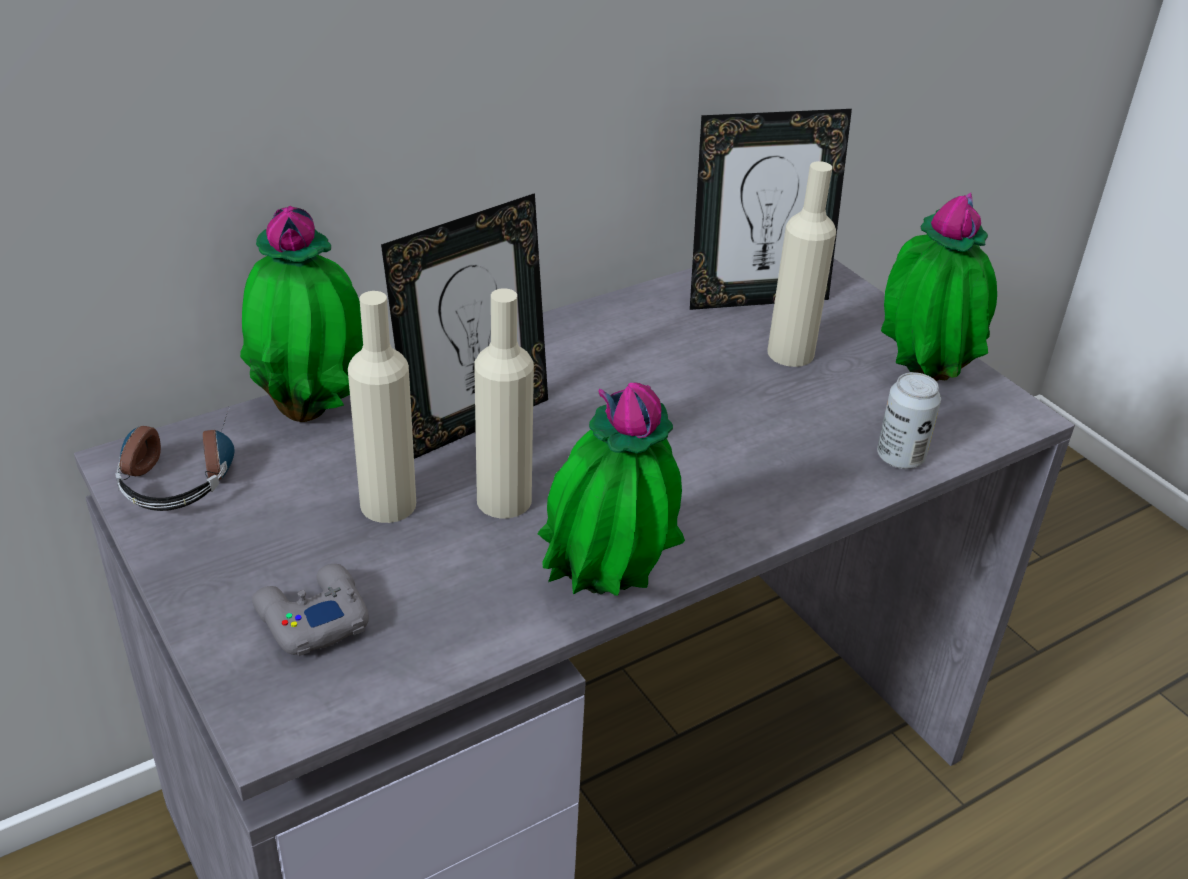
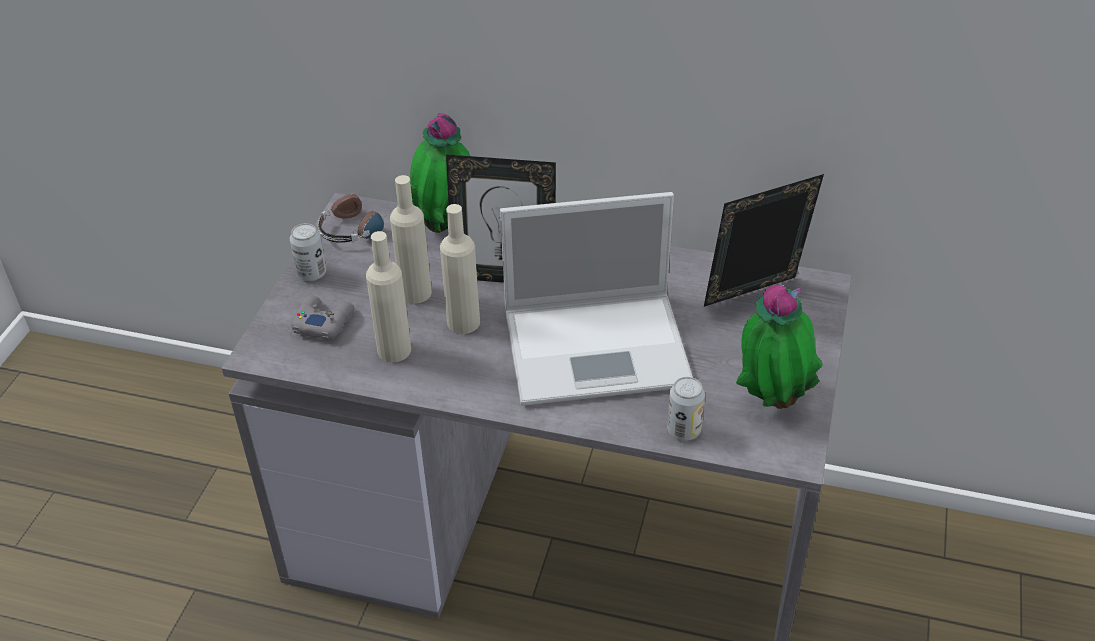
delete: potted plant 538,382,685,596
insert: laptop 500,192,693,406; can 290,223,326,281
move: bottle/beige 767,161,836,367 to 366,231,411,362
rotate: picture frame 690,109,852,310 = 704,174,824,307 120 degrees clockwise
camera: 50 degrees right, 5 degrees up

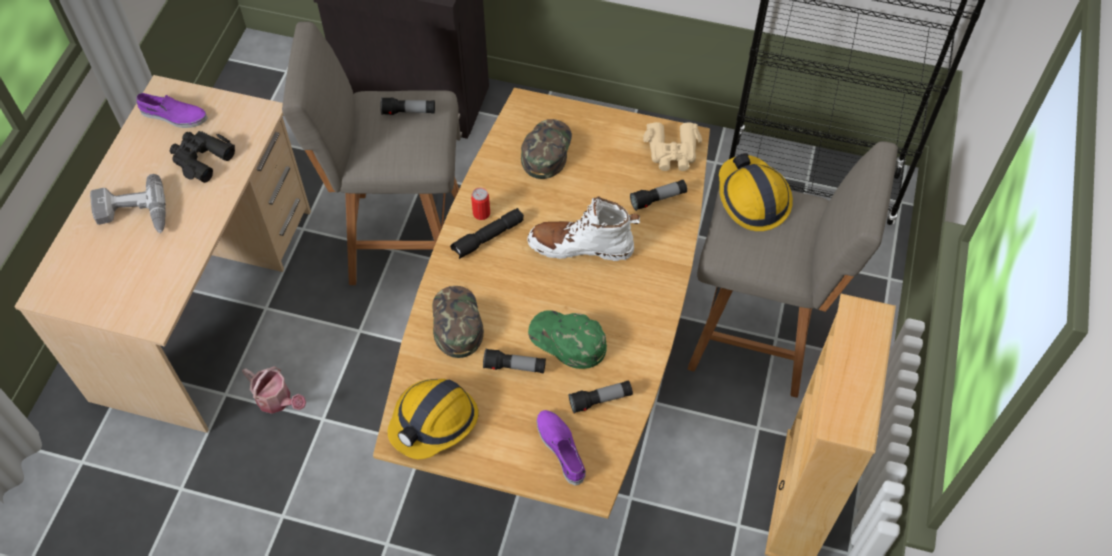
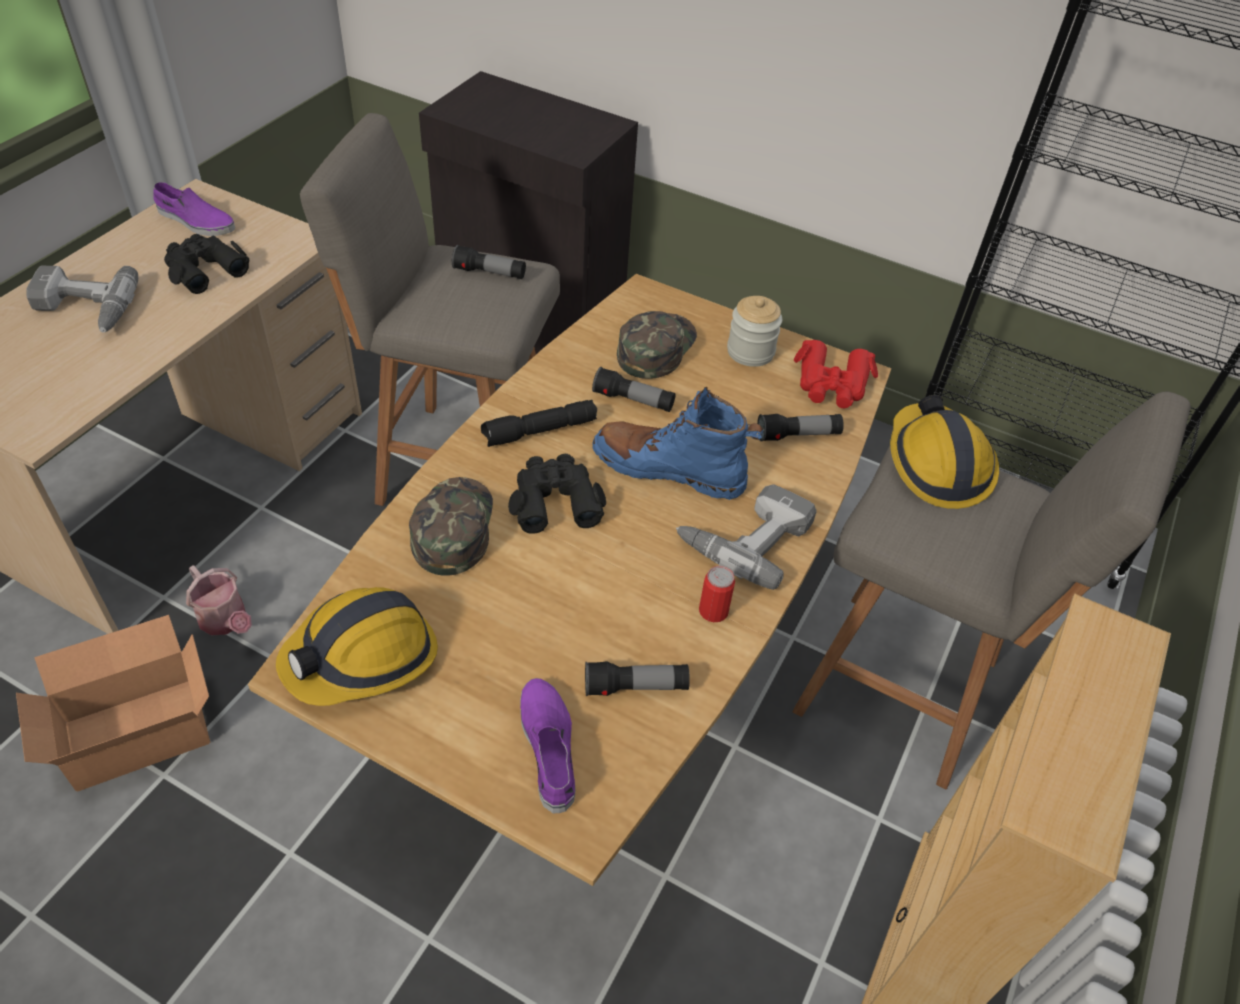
delete: cap/green 528,310,607,369
insert: jar 727,296,782,367; binoculars/black 508,454,606,534; power drill 676,484,817,590; cardboard box 16,615,210,791
move: can 471,188,490,220 to 699,566,735,622; flashlight 483,348,546,374 to 592,367,675,412
recolor: binoculars/beige 643,122,702,171 to binoculars/red 794,340,878,408; boot/white 527,196,640,261 to boot/blue 592,387,763,500
camera: 10 degrees right, 10 degrees down

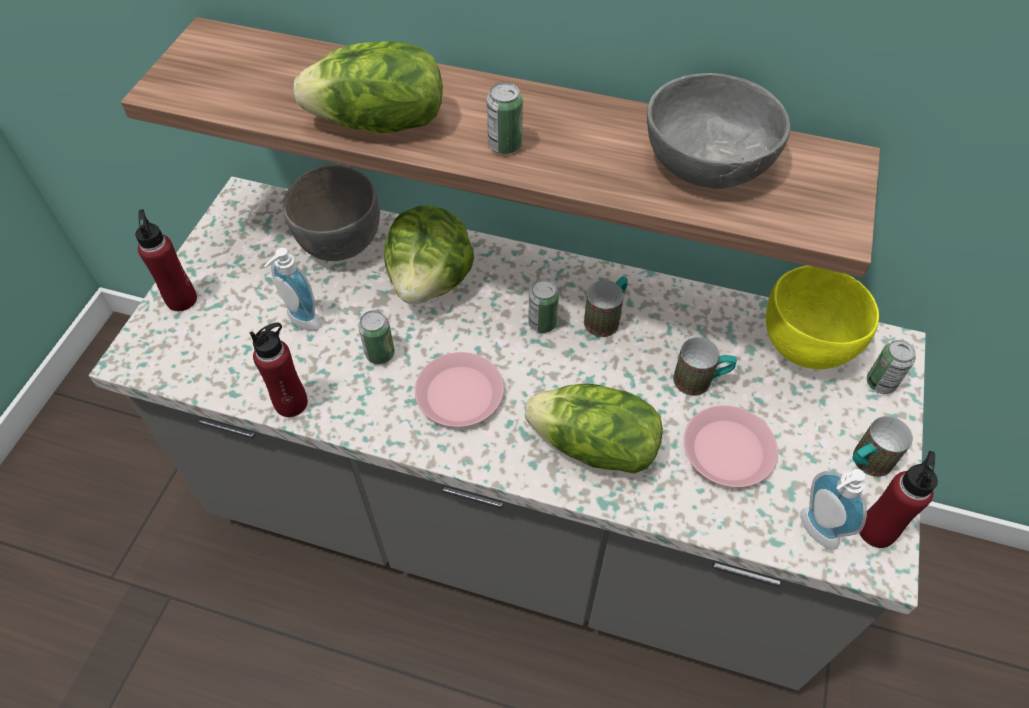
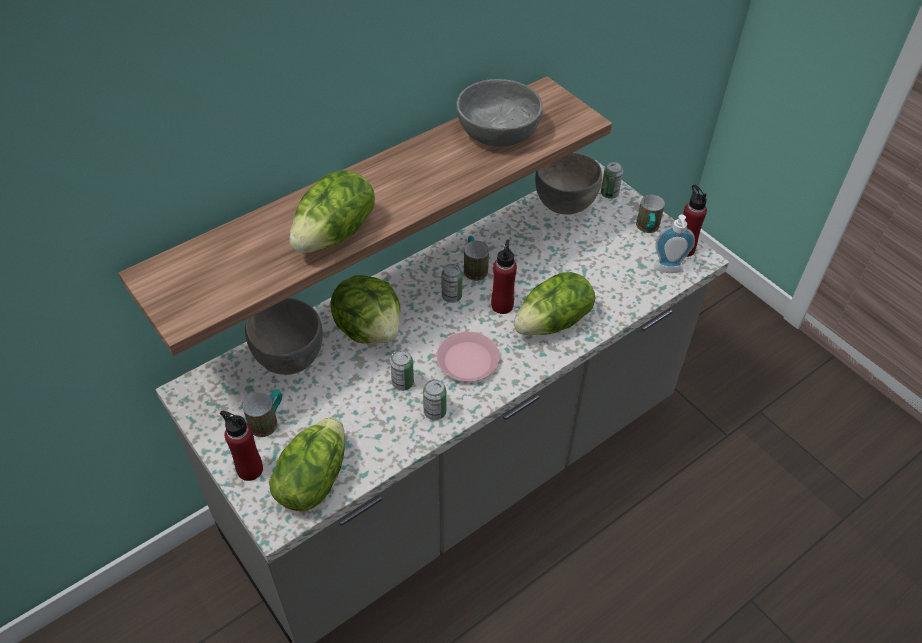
delete: soap dispenser 264,248,321,331; plate/pink 684,405,778,487
insert: lettuce 269,417,345,512
move: can 487,82,523,154 to 423,379,446,420; bottle/red 250,323,308,417 to 491,240,517,314; mug 673,337,737,396 to 243,389,282,437
recolor: bowl/yellow 766,266,879,369 to bowl/grey 535,152,602,215
camera: 55 degrees left, 5 degrees down

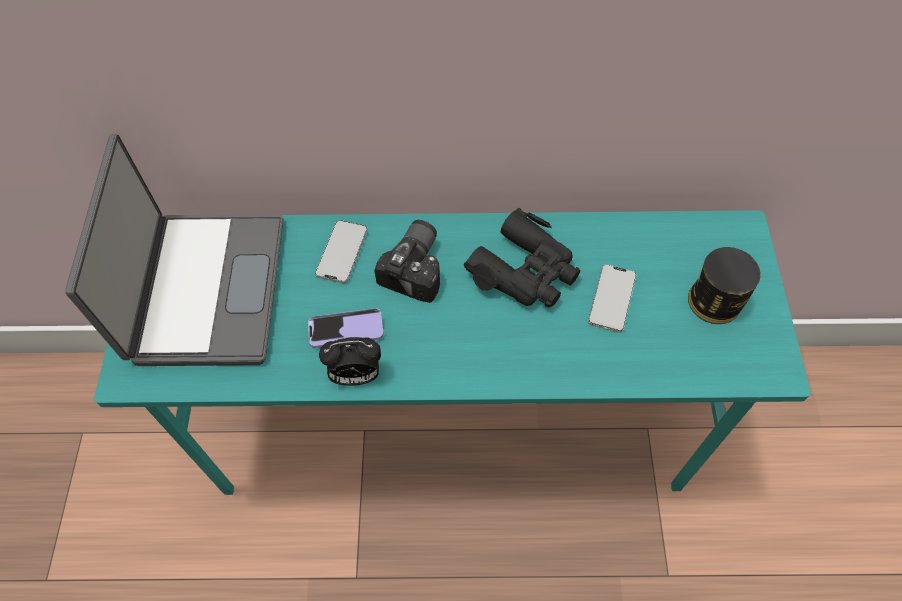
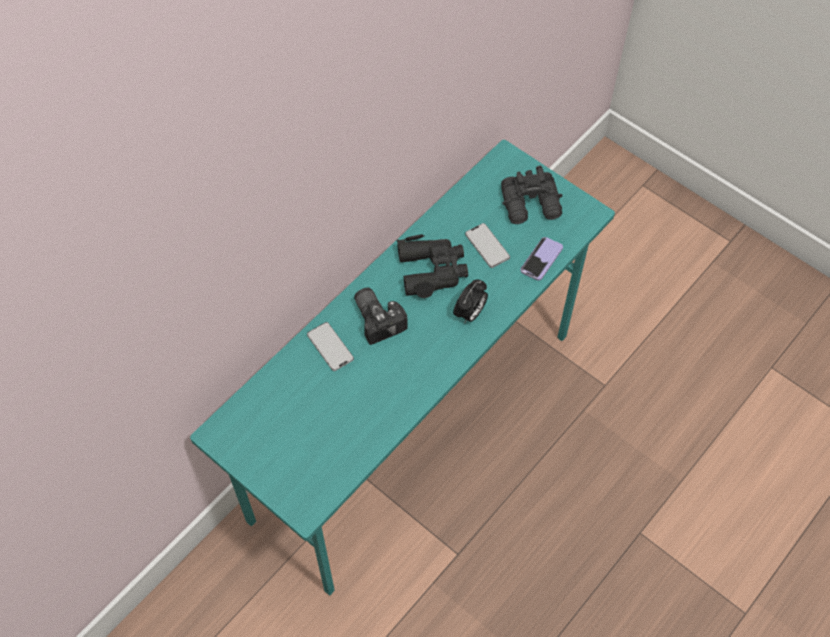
delete: laptop 65,134,283,366
move: phone 308,308,384,348 to 520,237,563,281; alarm clock 319,337,381,386 to 453,279,488,324
replace: can 688,247,761,324 to binoculars/black 501,166,563,224
camera: 50 degrees left, 0 degrees up

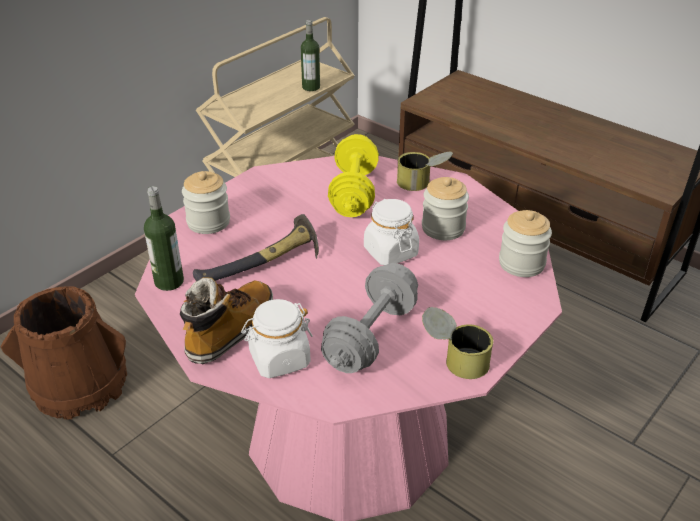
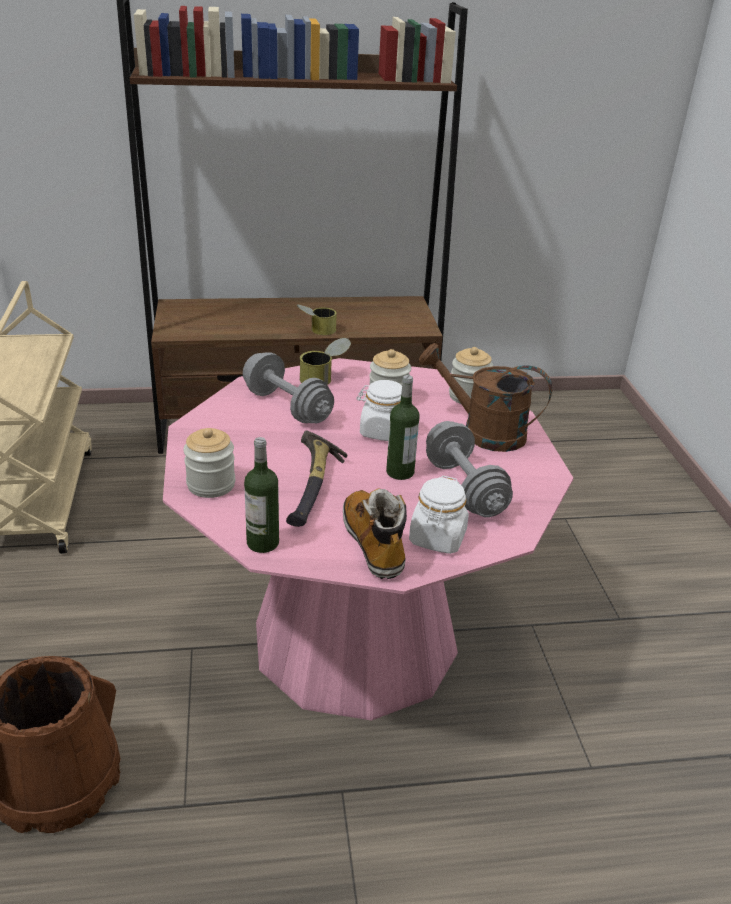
insert: watering can/brown 419,343,552,452
move: bottle 301,20,320,91 to 386,375,420,480; can 422,307,493,379 to 297,304,337,335
recolor: dumbbell/yellow 328,134,379,217 to dumbbell/grey 243,352,334,423
camera: 50 degrees left, 5 degrees down

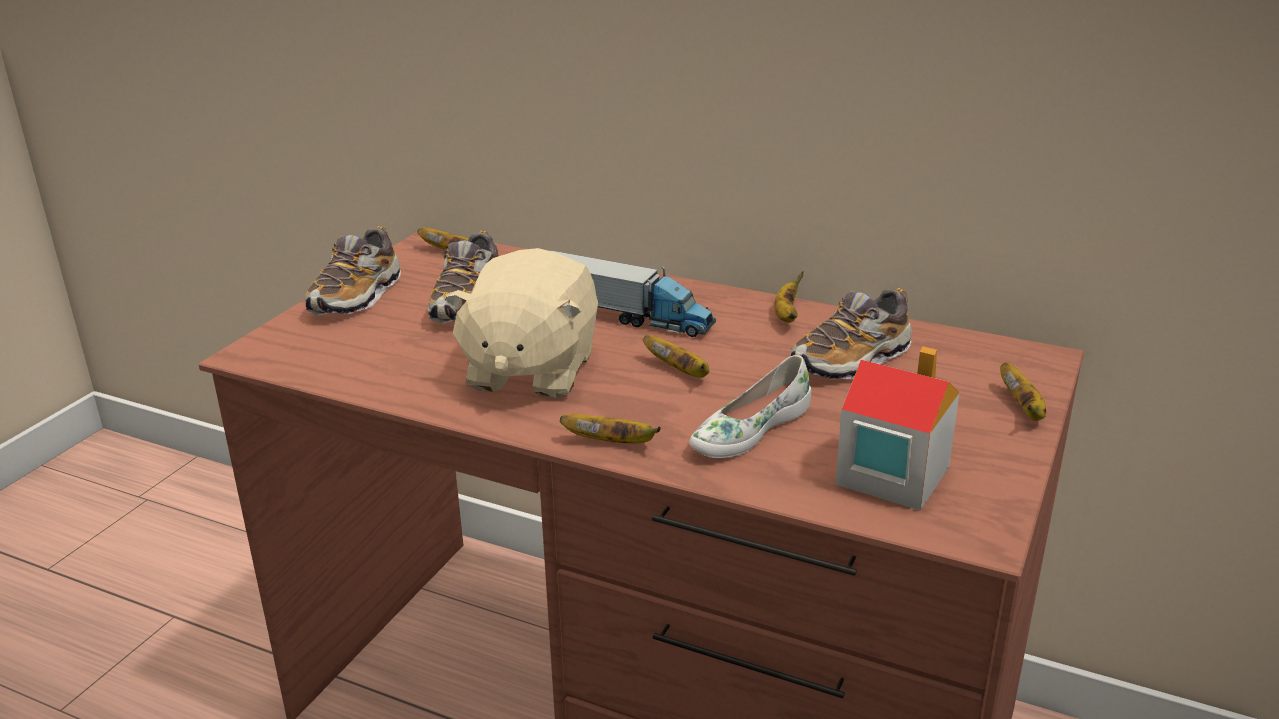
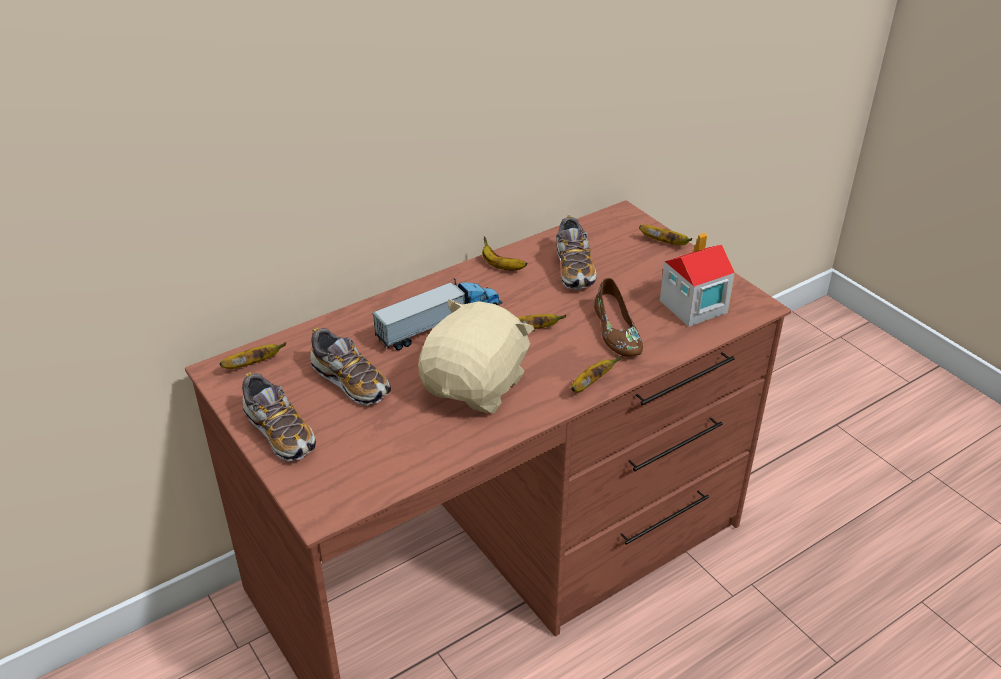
recolor: shoe/white 689,355,811,458 to shoe/brown 594,278,643,357
rotate: plush toy/beige 444,248,598,398 = 418,299,534,413 105 degrees counterclockwise
camera: 60 degrees left, 10 degrees up

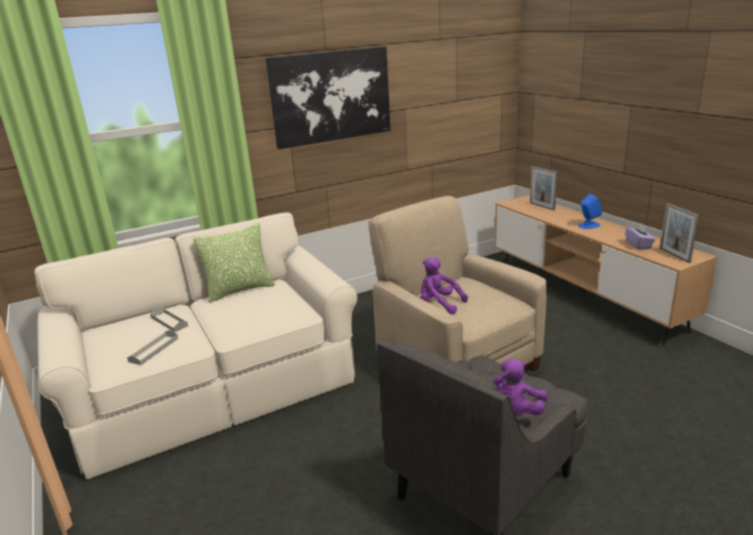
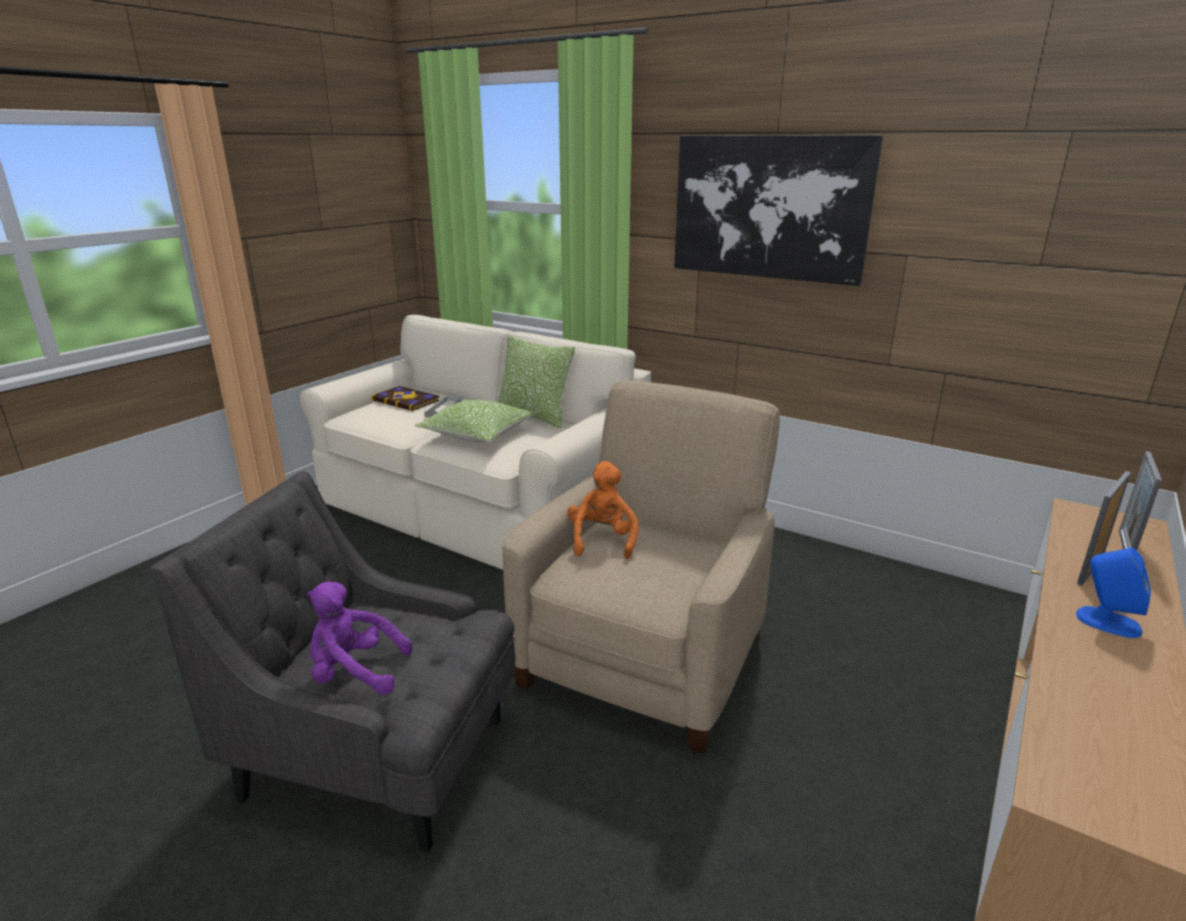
delete: tissue box/purple 625,223,655,250; tray/grey 127,330,178,365
insert: book 371,386,439,411; pillow 415,400,536,443
move: picture frame 660,203,699,263 to 1077,471,1131,586
recolor: plush toy/purple 420,257,468,314 to plush toy/orange 568,461,638,559
camera: 60 degrees right, 0 degrees up

